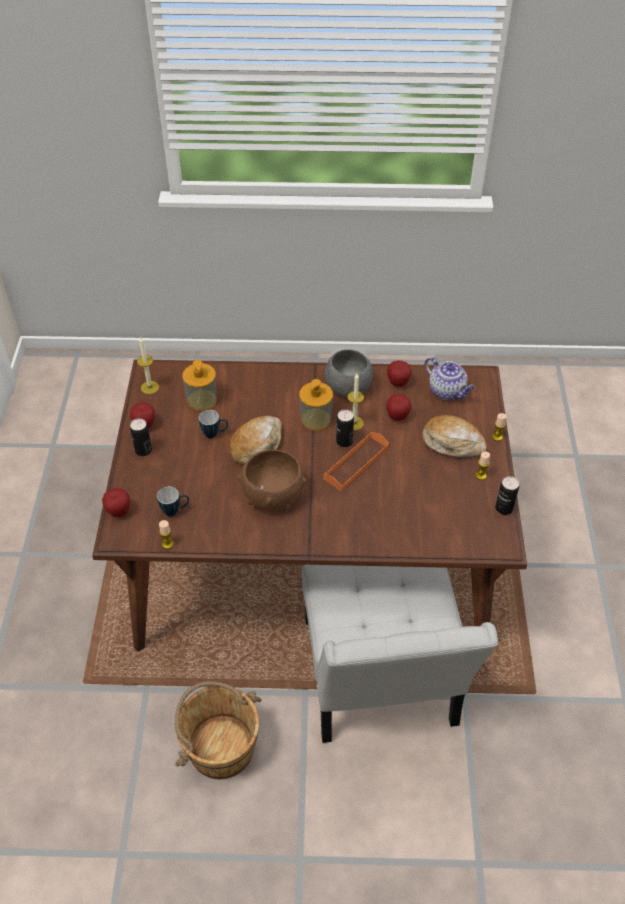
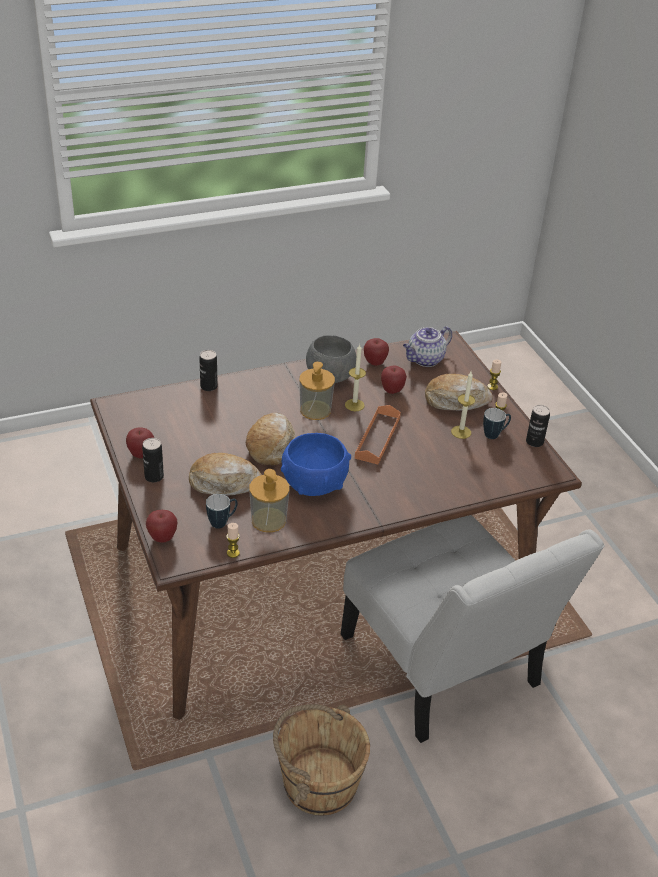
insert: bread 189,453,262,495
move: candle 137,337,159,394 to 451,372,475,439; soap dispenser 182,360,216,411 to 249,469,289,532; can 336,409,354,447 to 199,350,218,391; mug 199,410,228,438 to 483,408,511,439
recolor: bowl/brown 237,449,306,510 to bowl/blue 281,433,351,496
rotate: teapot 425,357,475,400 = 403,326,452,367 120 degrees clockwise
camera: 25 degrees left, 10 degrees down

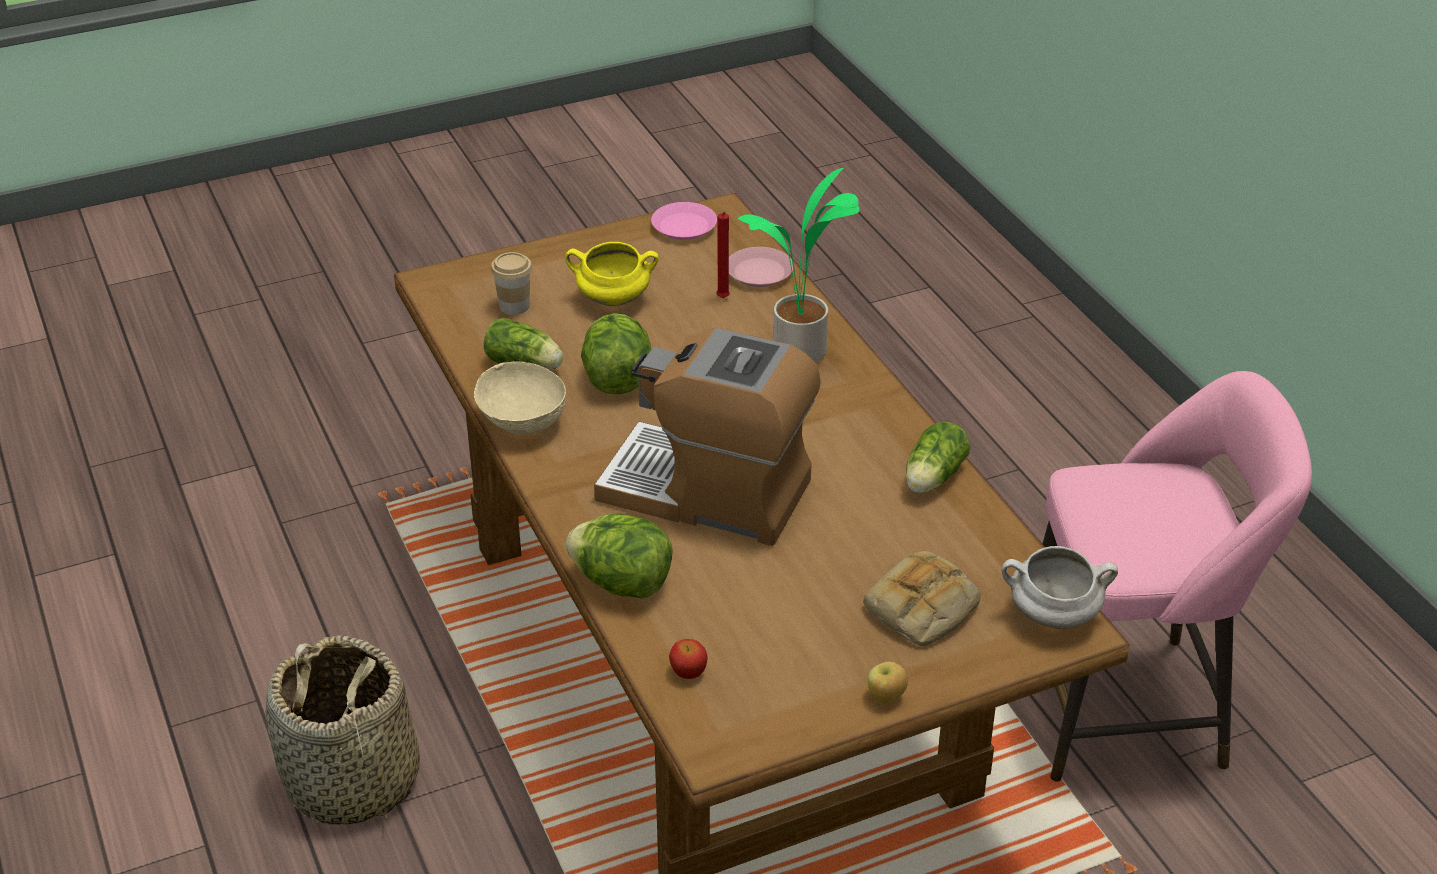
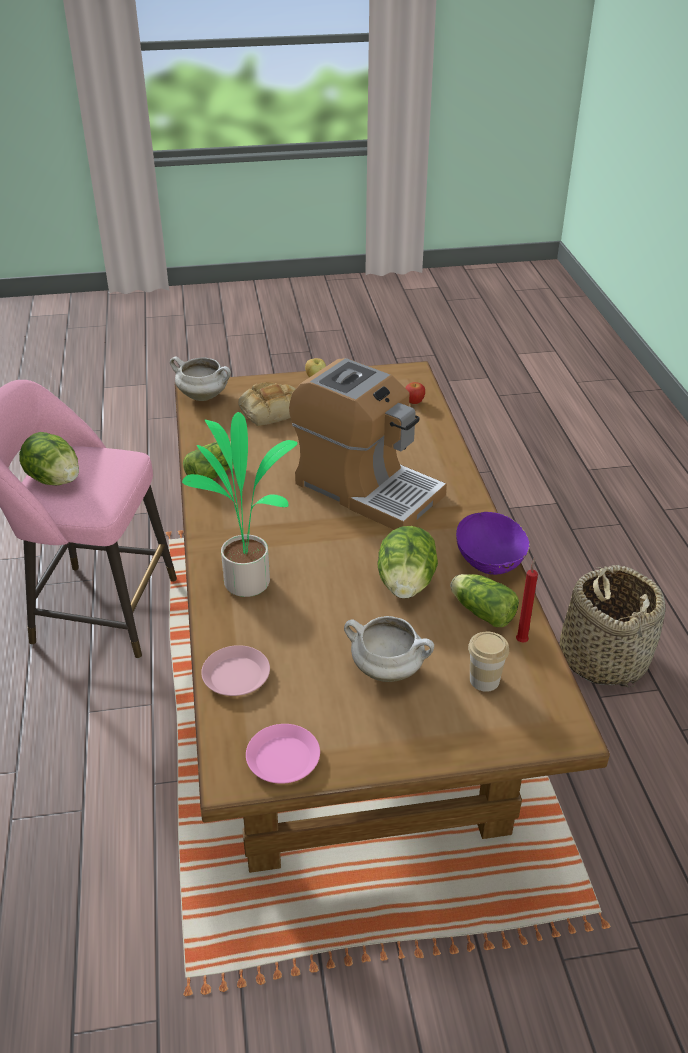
move: candle/red 716,212,730,298 to 516,558,538,642; lettuce 566,514,673,599 to 19,432,79,485
recolor: cooking pot/yellow 565,242,659,306 to cooking pot/white 344,616,434,682; bowl/beige 473,361,566,435 to bowl/purple 456,511,530,575
camera: 165 degrees left, 0 degrees up

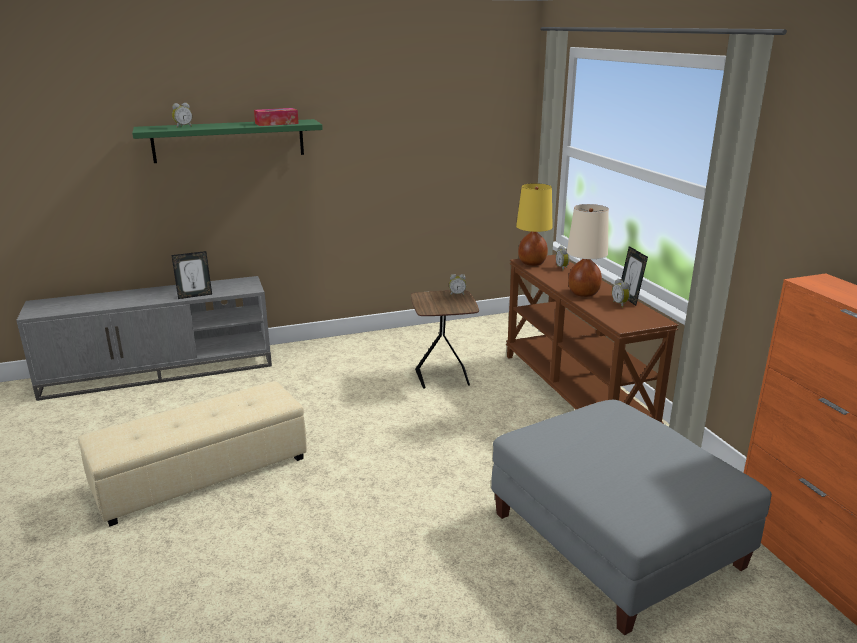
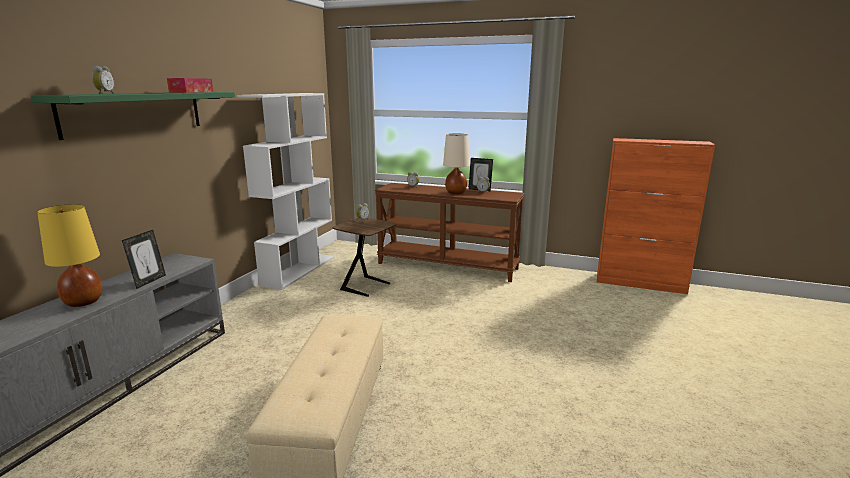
delete: ottoman/grey 491,400,772,635
insert: bookcase/white 237,93,334,290
move: table lamp/yellow 516,183,553,266 to 37,204,102,307
camera: 50 degrees left, 5 degrees down

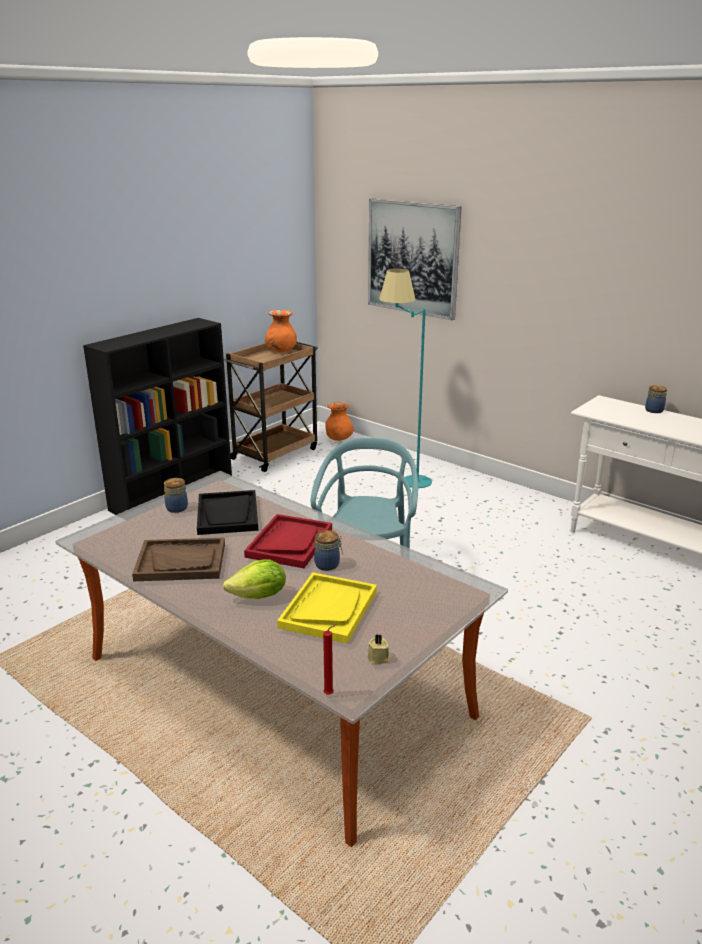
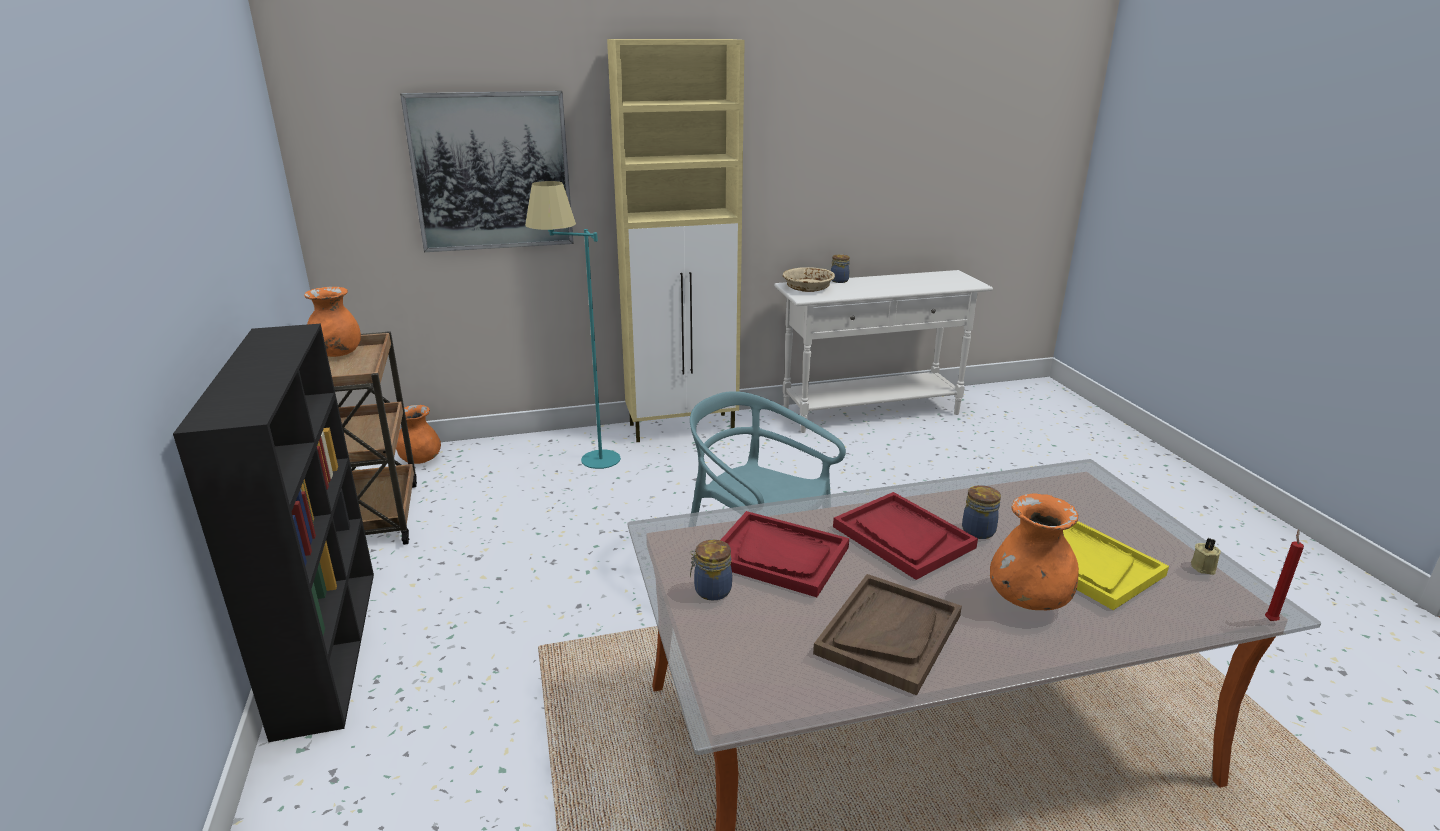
insert: cabinet/beige 607,39,745,442; bowl/beige 783,267,835,292
replace: lettuce 223,559,286,599 to vase/orange 990,494,1079,610
recolor: tray/black 197,490,258,535 to tray/red 720,511,849,597
camera: 55 degrees left, 0 degrees up

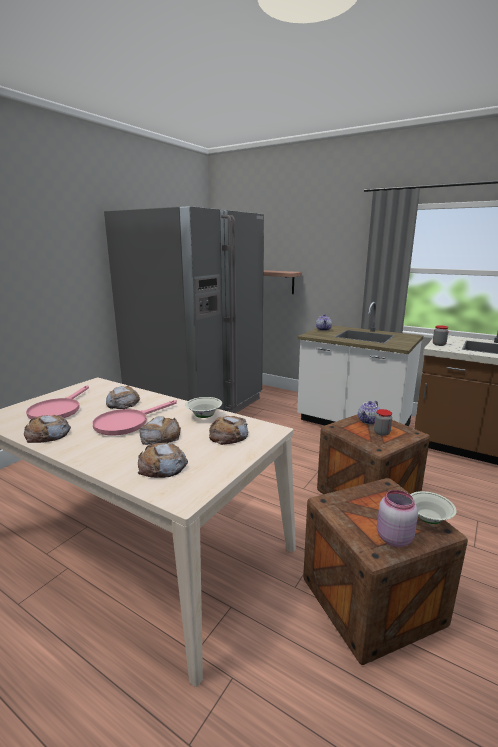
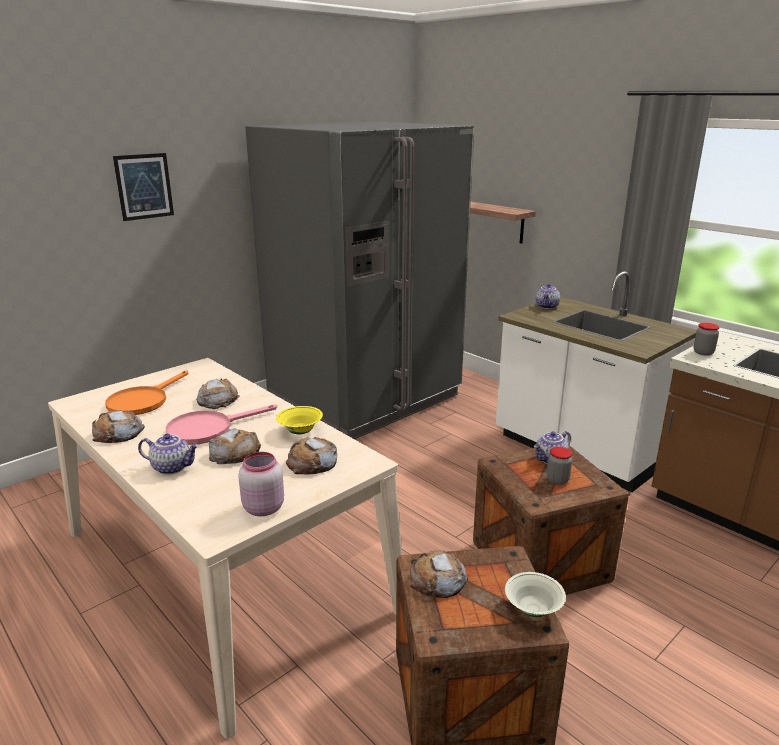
insert: picture 113,153,174,221; teapot 138,434,199,475
move: bread 138,443,188,478 to 410,550,468,598; jar/pink 377,490,418,547 to 239,452,284,516
recolor: frying pan/pink 26,385,89,419 to frying pan/orange 105,370,188,415; bowl/white 185,397,222,418 to bowl/yellow 276,406,323,434
camera: 15 degrees right, 5 degrees up

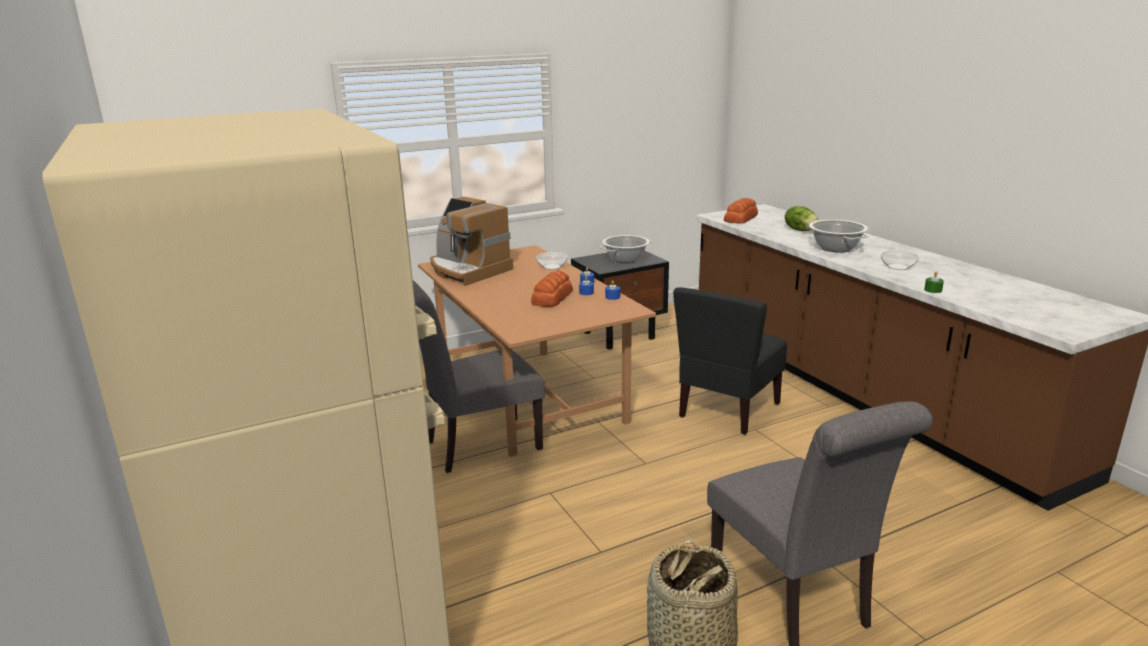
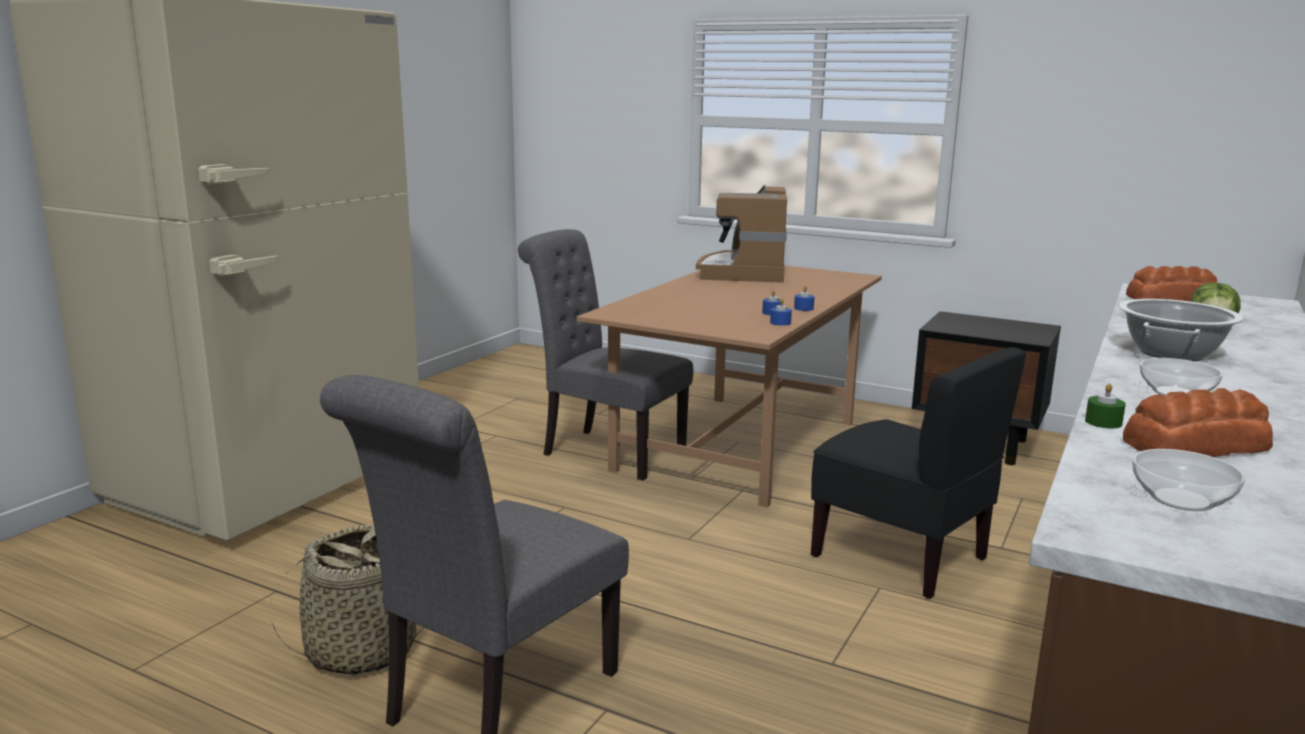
delete: cooking pot 600,235,652,263
move: bowl 536,252,568,270 to 1132,449,1245,511; bread 531,271,573,307 to 1123,388,1273,457
rotate: chair/black 673,287,788,435 = 811,347,1026,599 135 degrees counterclockwise
camera: 55 degrees right, 5 degrees down

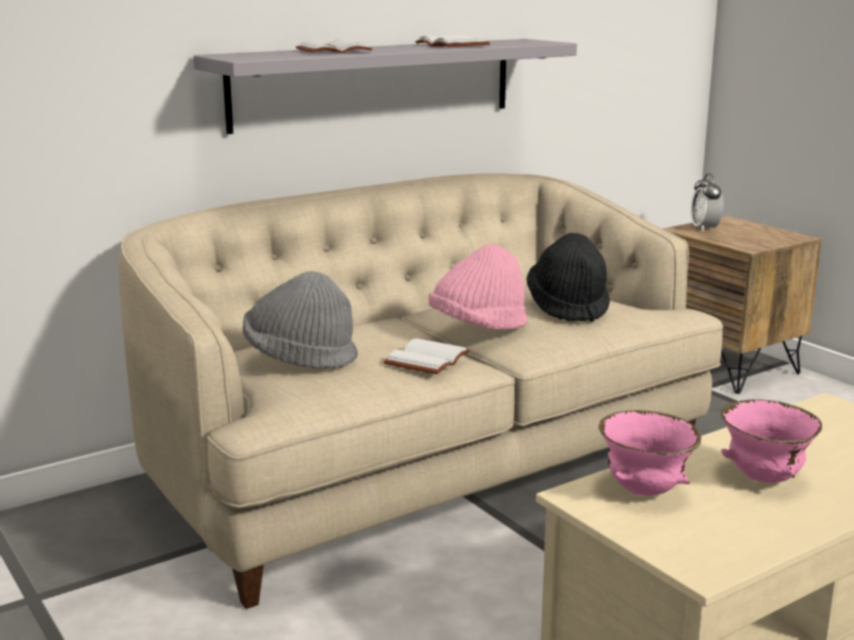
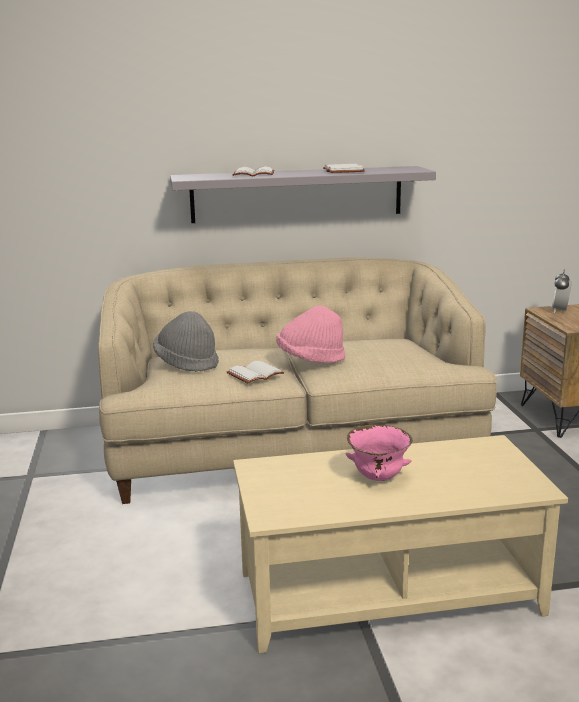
delete: hat/black 526,233,610,322; bowl/pink 599,410,701,496
camera: 25 degrees right, 0 degrees up

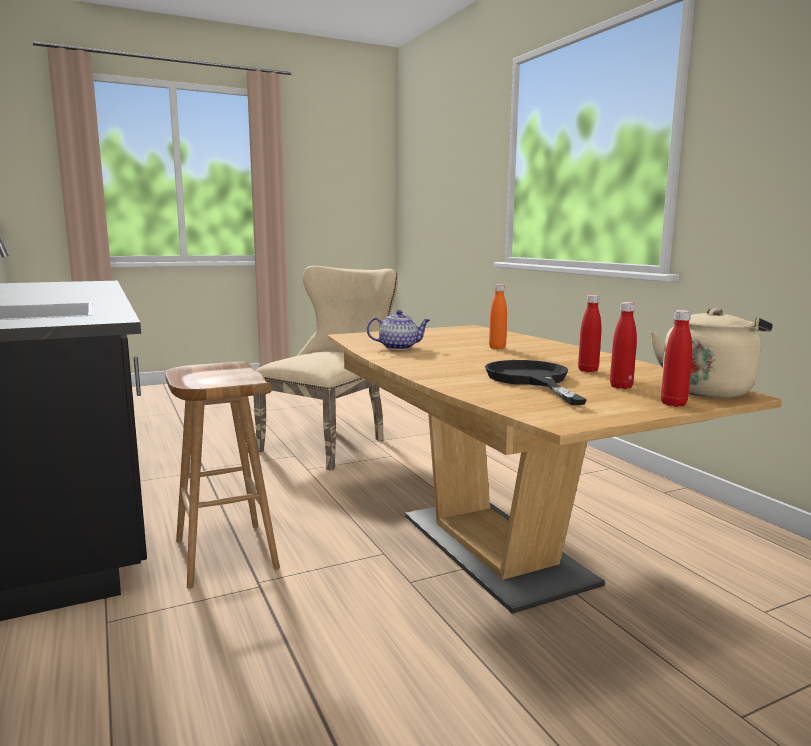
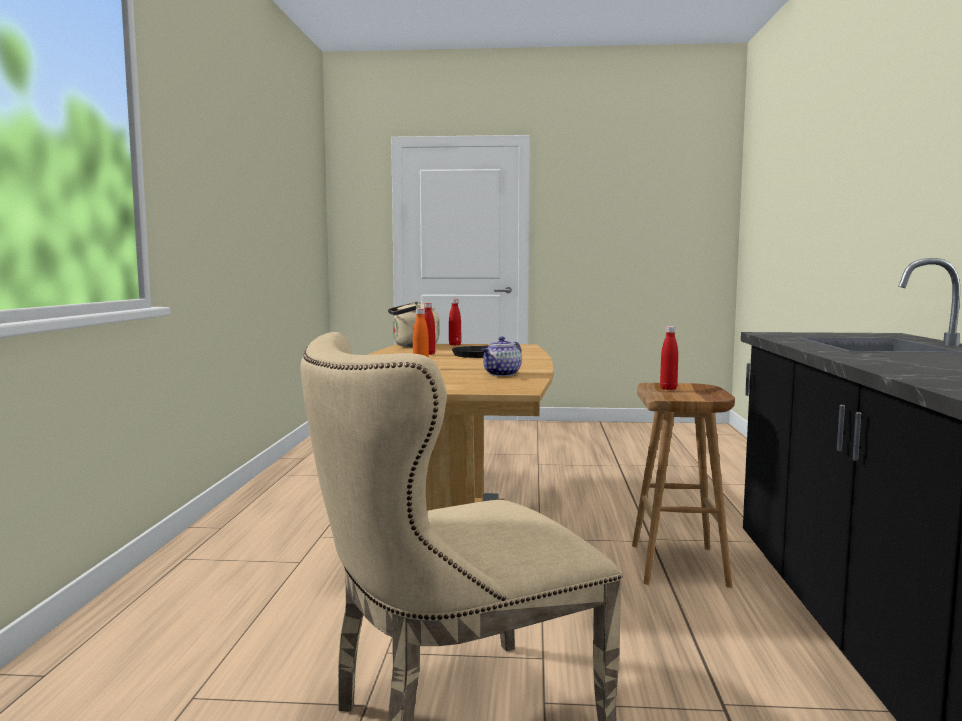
move: bottle/red 610,302,637,389 to 660,326,678,390
rotate: teapot 367,310,430,350 = 482,337,522,376 75 degrees counterclockwise
camera: 150 degrees left, 5 degrees down

